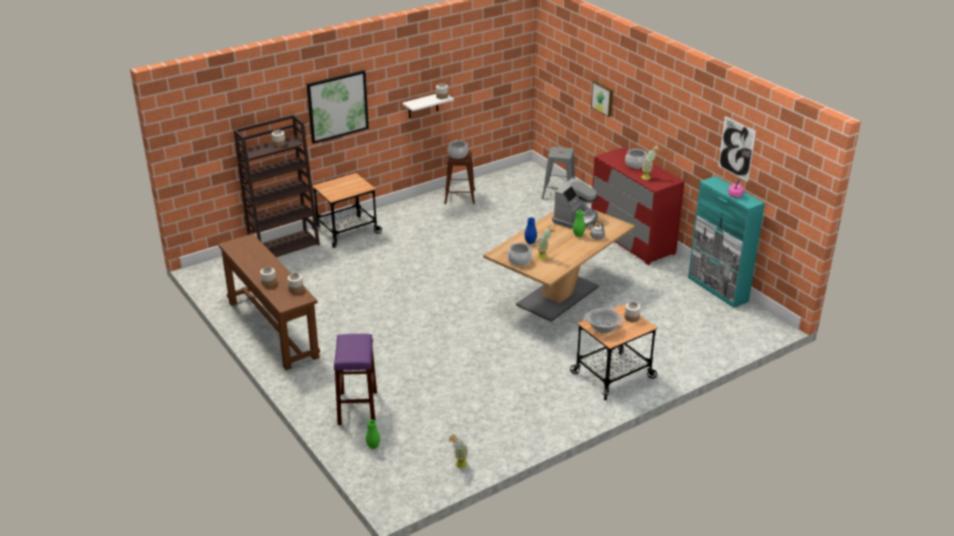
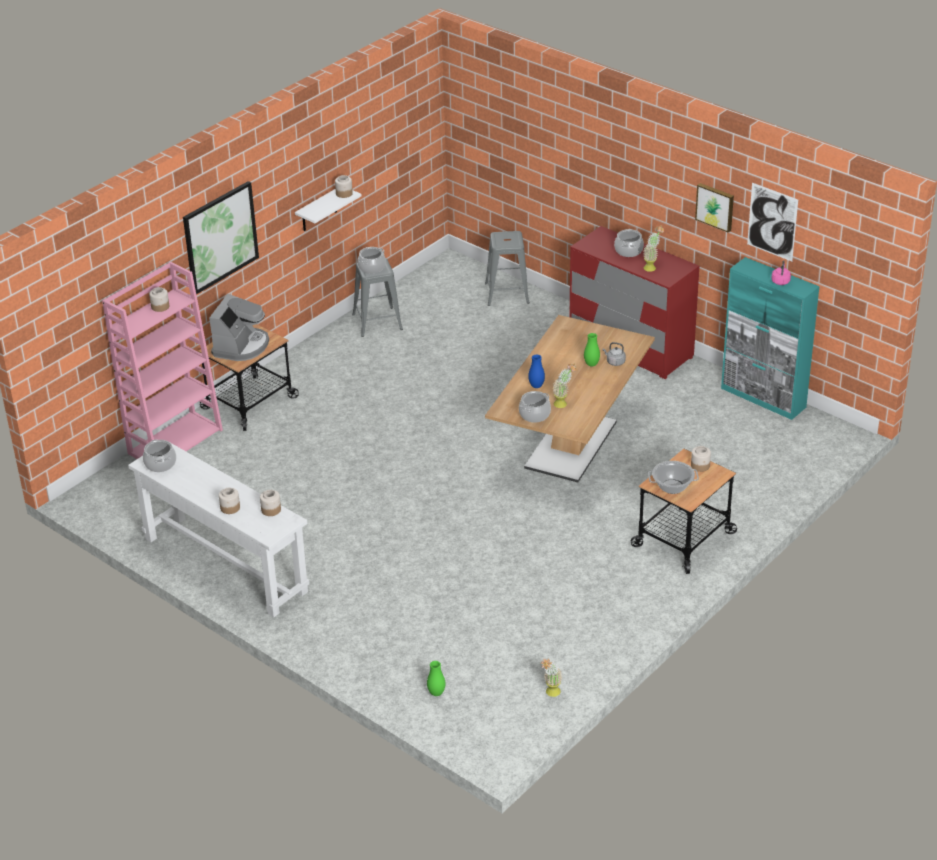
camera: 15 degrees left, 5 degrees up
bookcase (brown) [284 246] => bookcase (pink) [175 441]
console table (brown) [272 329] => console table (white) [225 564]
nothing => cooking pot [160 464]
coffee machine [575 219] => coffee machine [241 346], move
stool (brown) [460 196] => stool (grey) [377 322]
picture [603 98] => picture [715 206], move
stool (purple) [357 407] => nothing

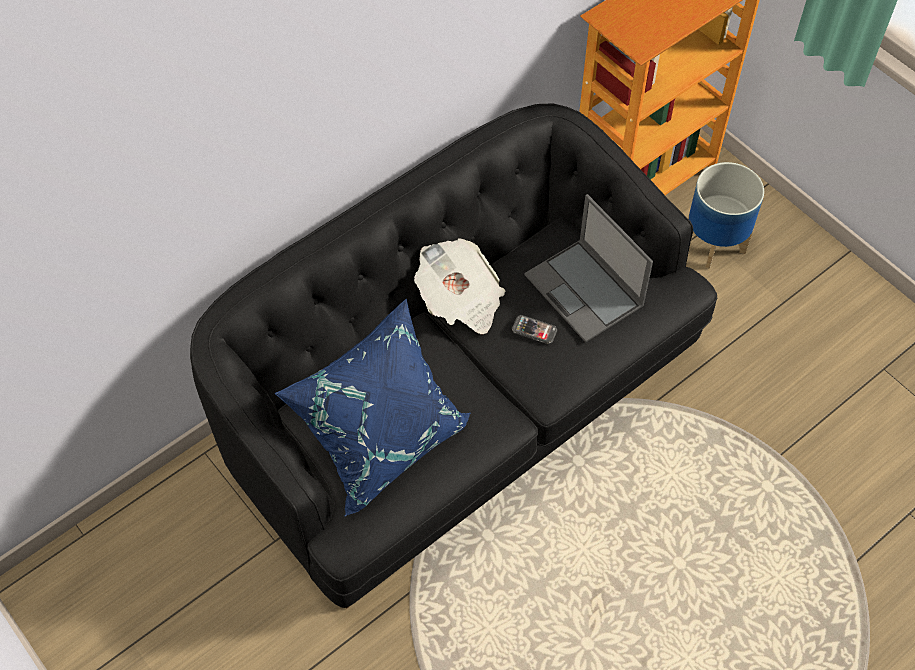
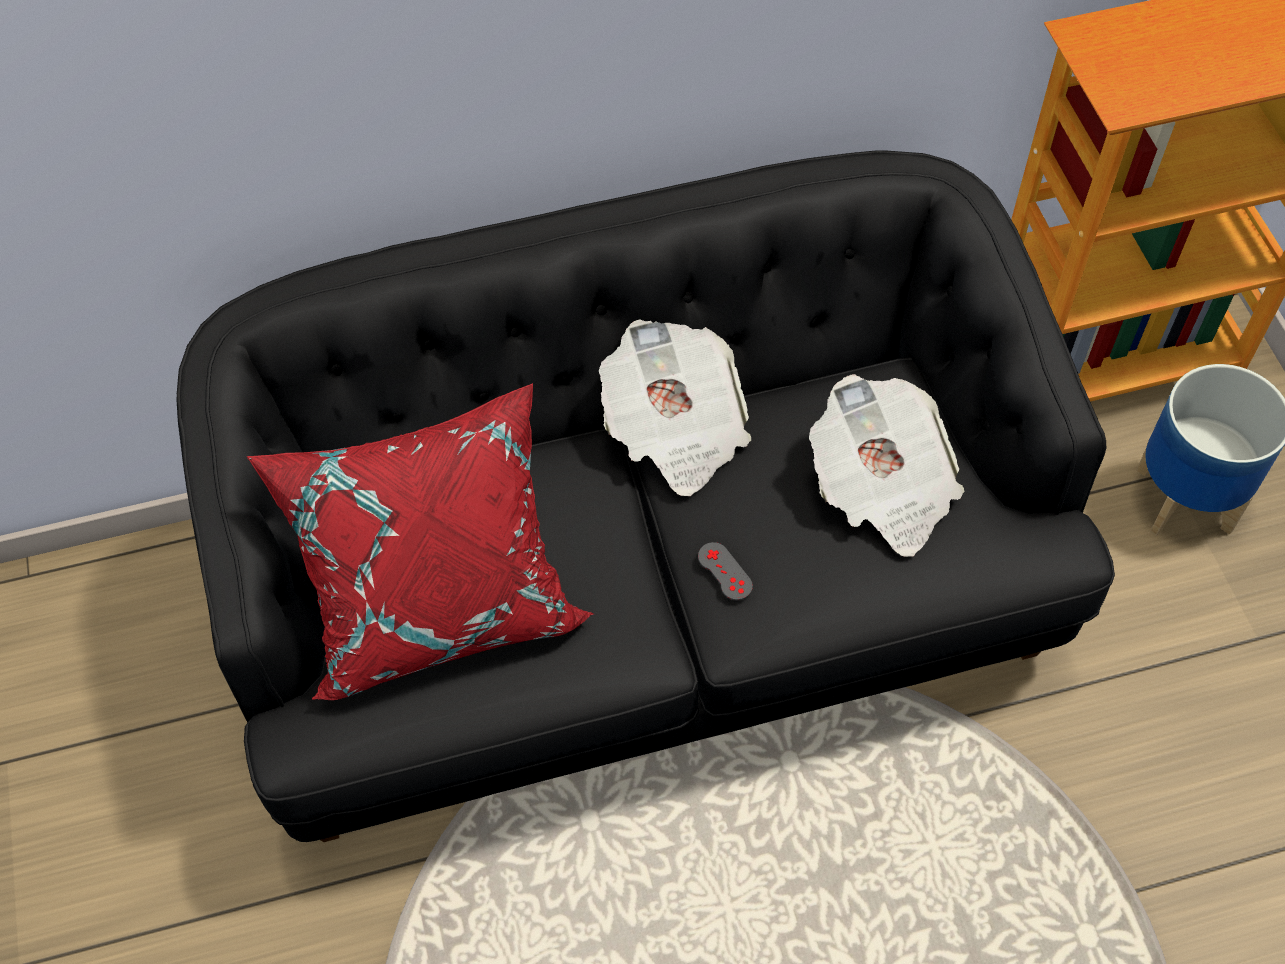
camera: 25 degrees right, 0 degrees up
pillow (blue) [383 439] => pillow (red) [440 602]
nothing => game controller (grey) [725 571]
laptop [585 291] => newspaper [882 488]
phone [534 330] => nothing

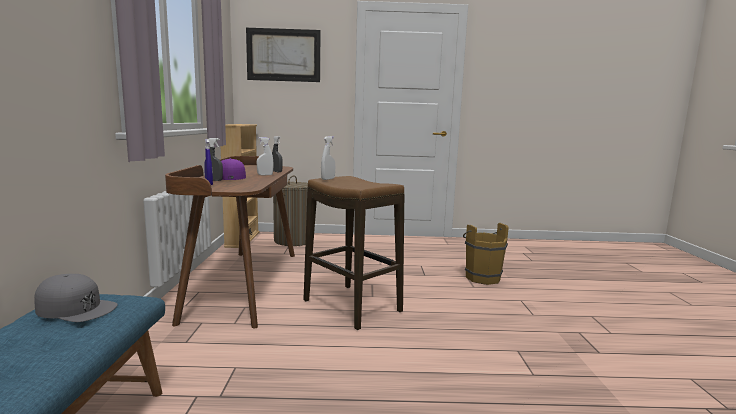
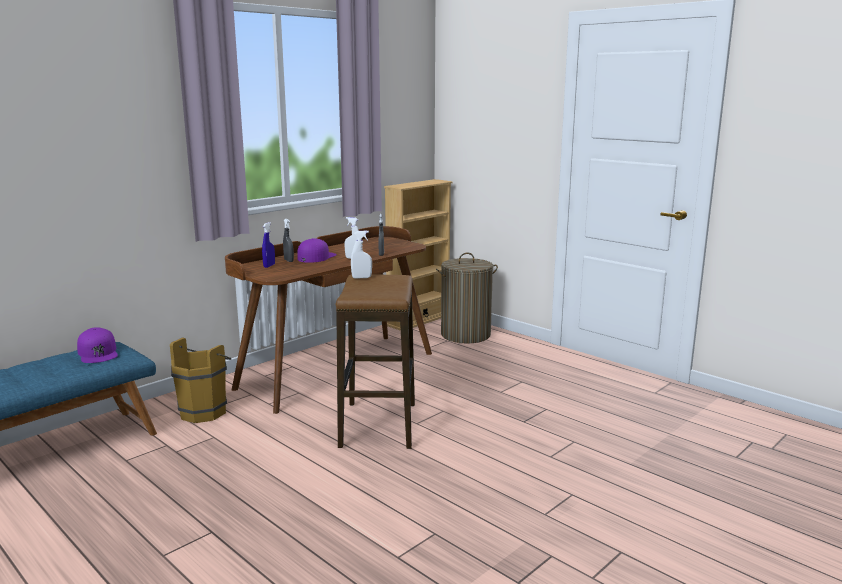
camera: 45 degrees right, 5 degrees up
cap (grey) [76 308] => cap (purple) [98 353]
bucket (brown) [481 277] => bucket (brown) [206 411], move
picture [283 55] => nothing

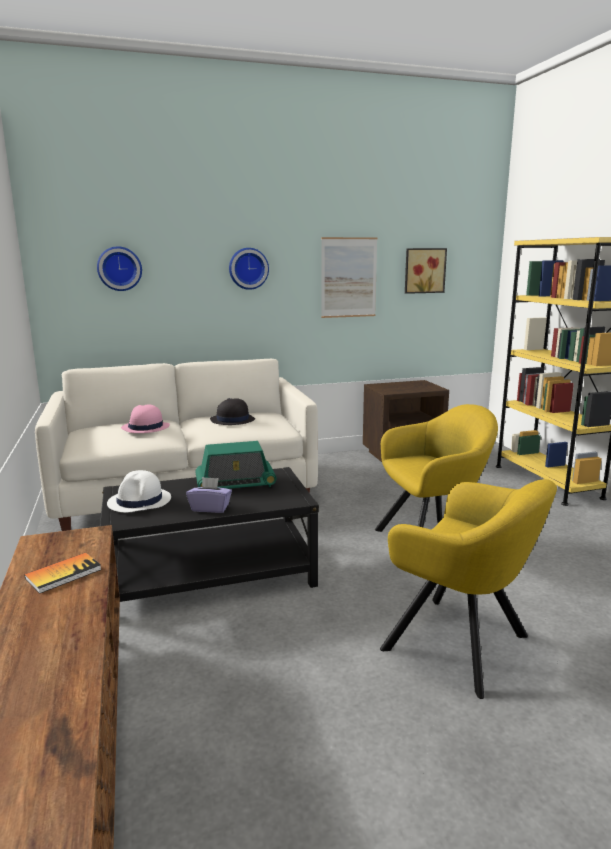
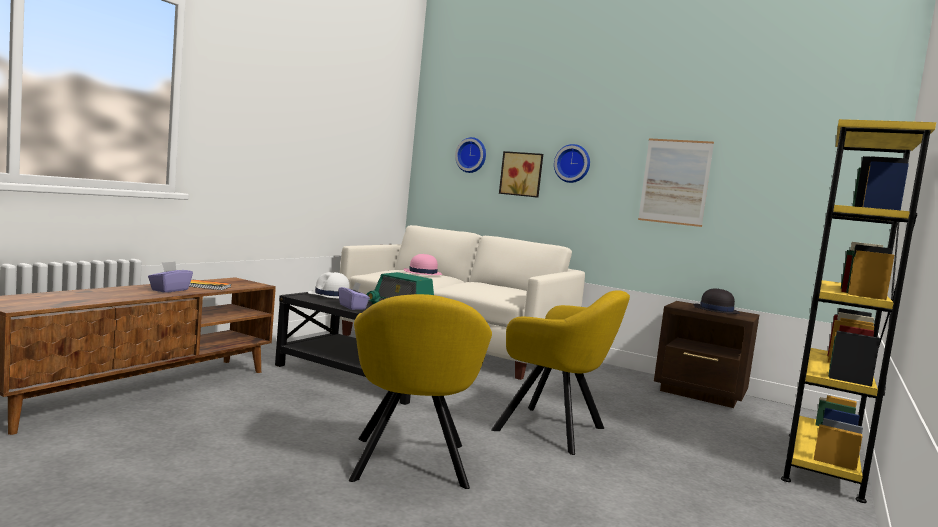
camera: 45 degrees right, 10 degrees down
nothing => tissue box (purple) [169 290]
picture [424 270] => picture [522 174], move
hat (black) [232 420] => hat (black) [716 310], move

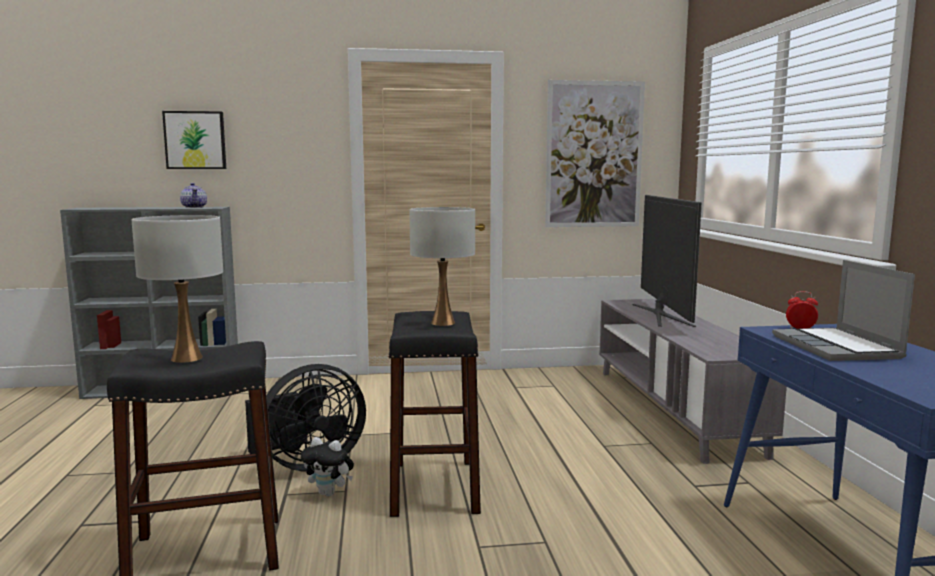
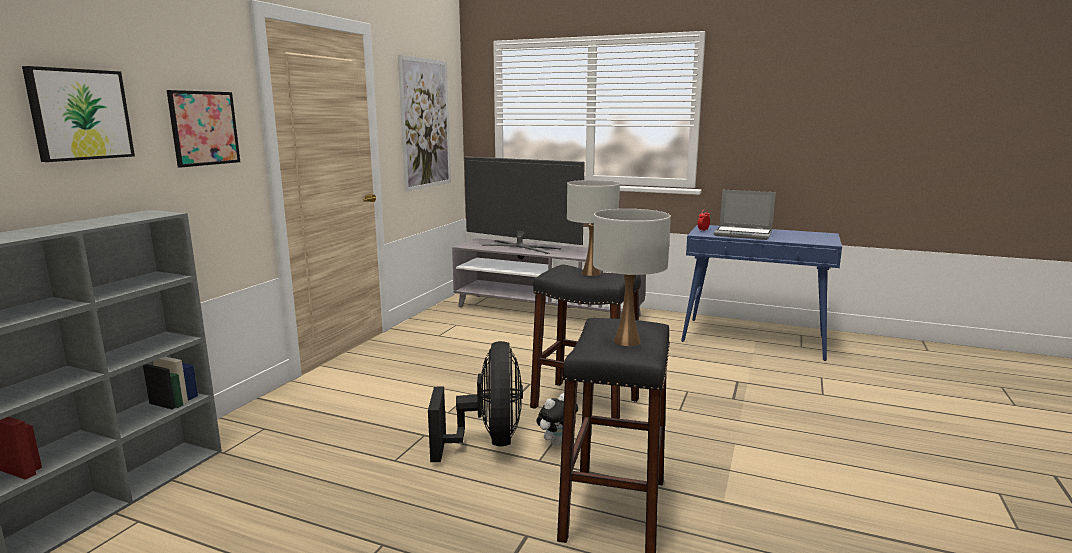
camera: 60 degrees left, 5 degrees up
nothing => picture [204 128]
teapot [194 207] => nothing

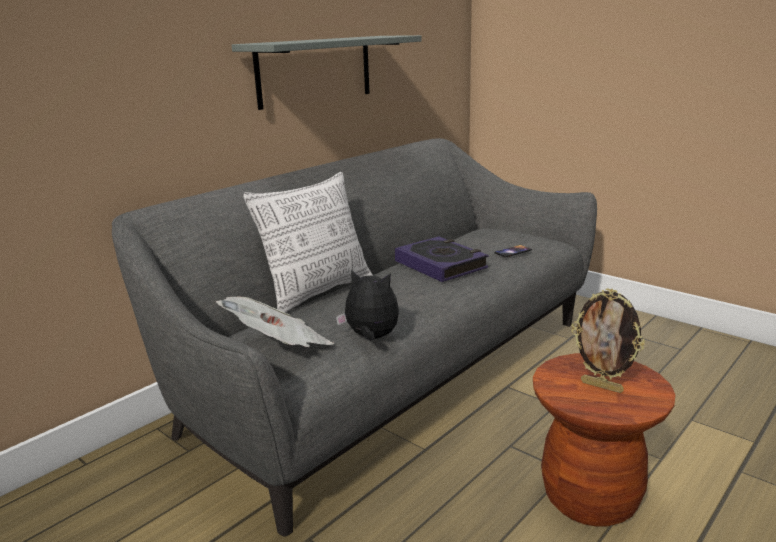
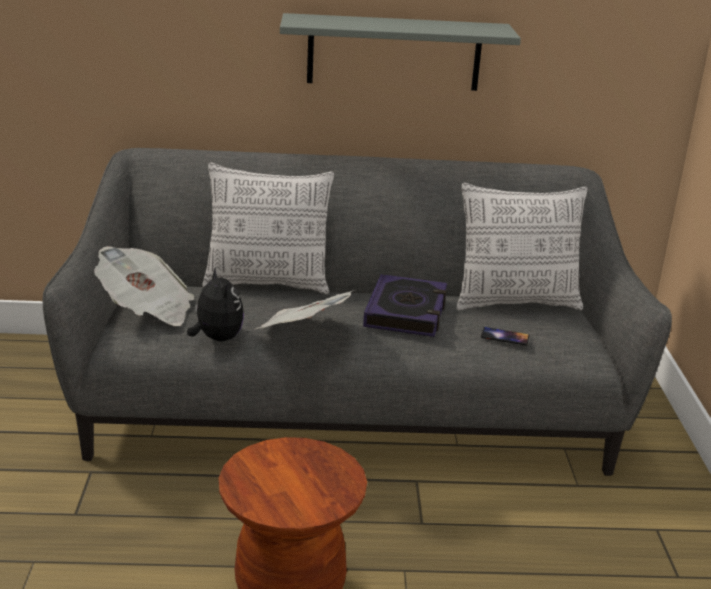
camera: 45 degrees right, 5 degrees up
nothing => newspaper [303 333]
nothing => pillow [515 302]
picture frame [602 386] => nothing

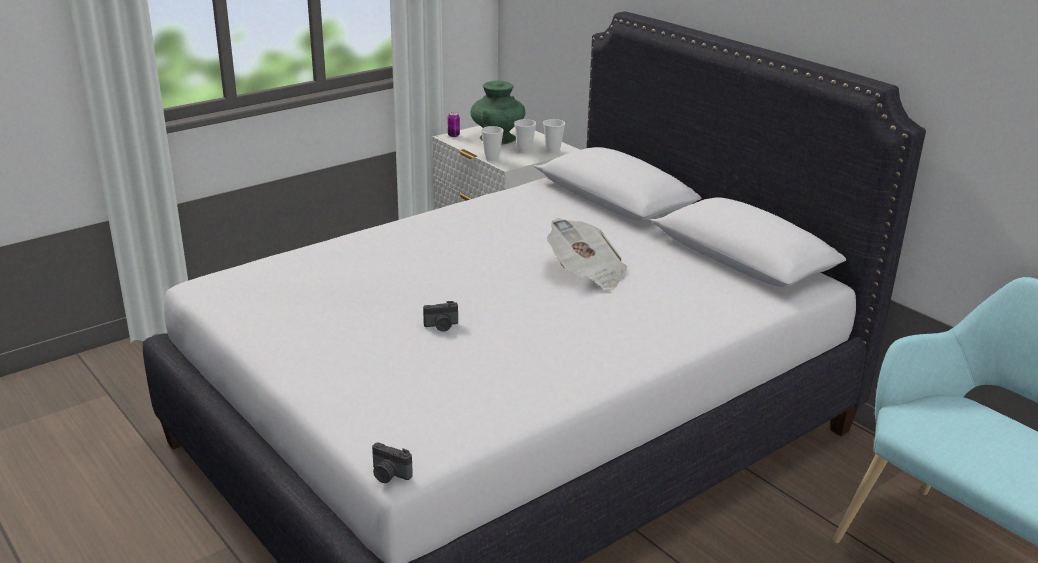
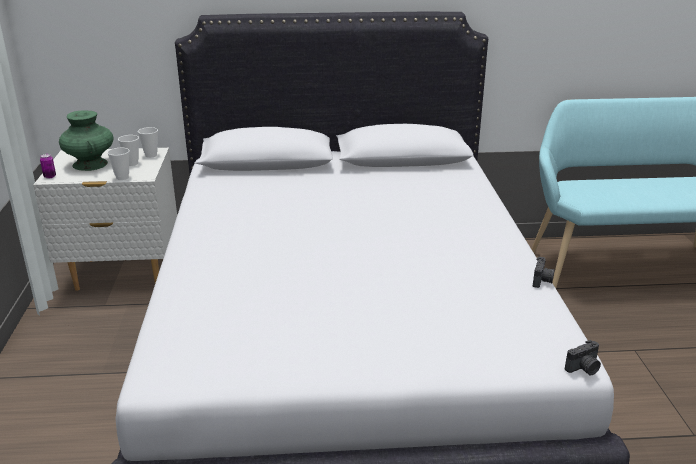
camera: 55 degrees left, 0 degrees up
photo camera [441 326] => photo camera [542 281], move
newspaper [586 274] => nothing

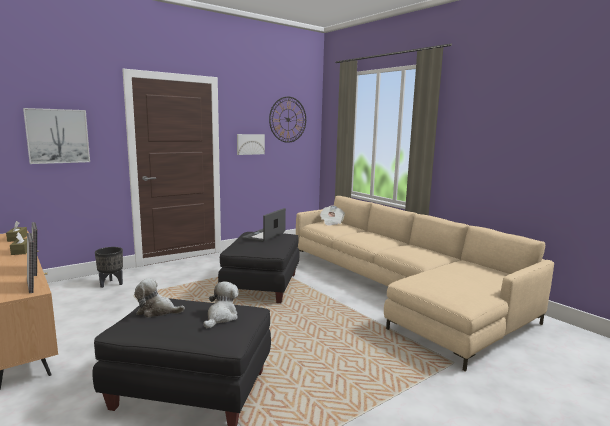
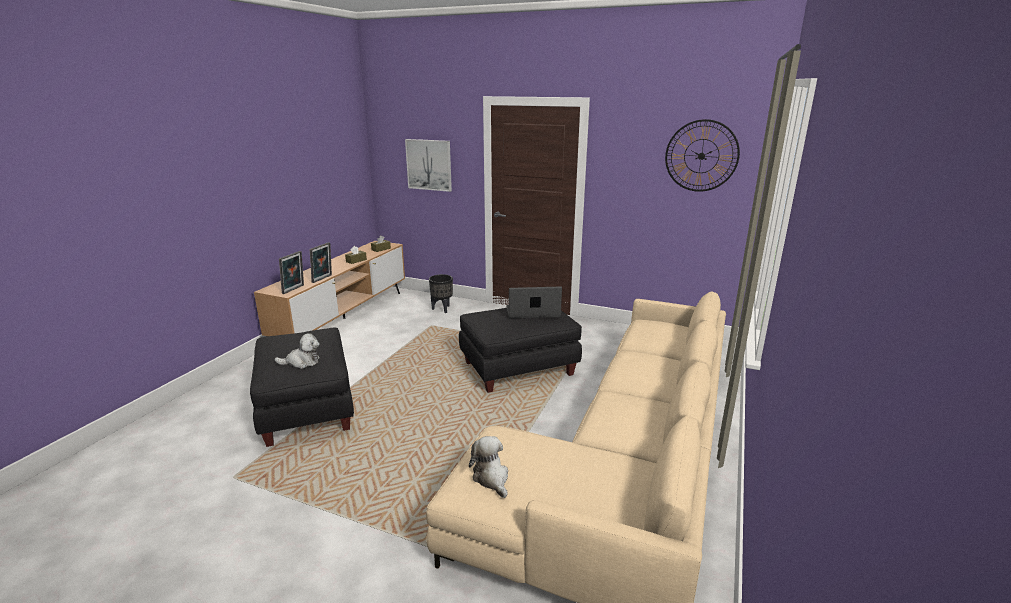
camera: 60 degrees right, 10 degrees up
plush toy [157 311] => plush toy [491 478], move
picture [250 144] => nothing
newspaper [331 222] => nothing

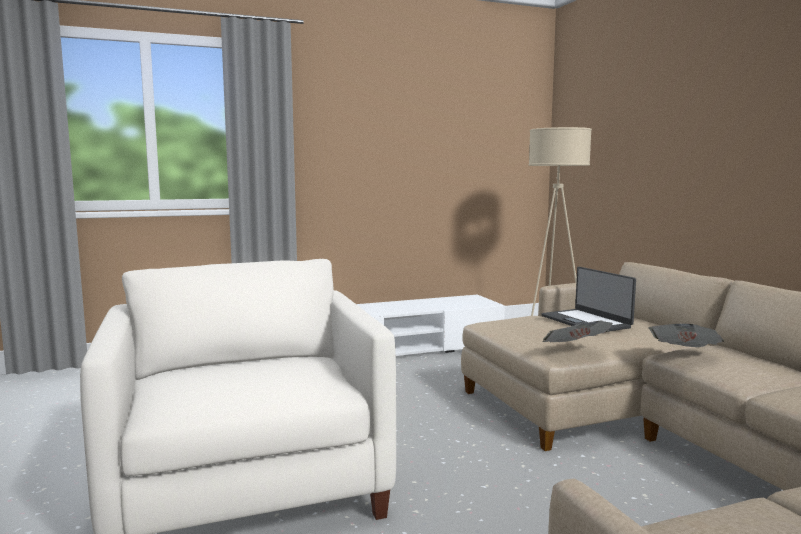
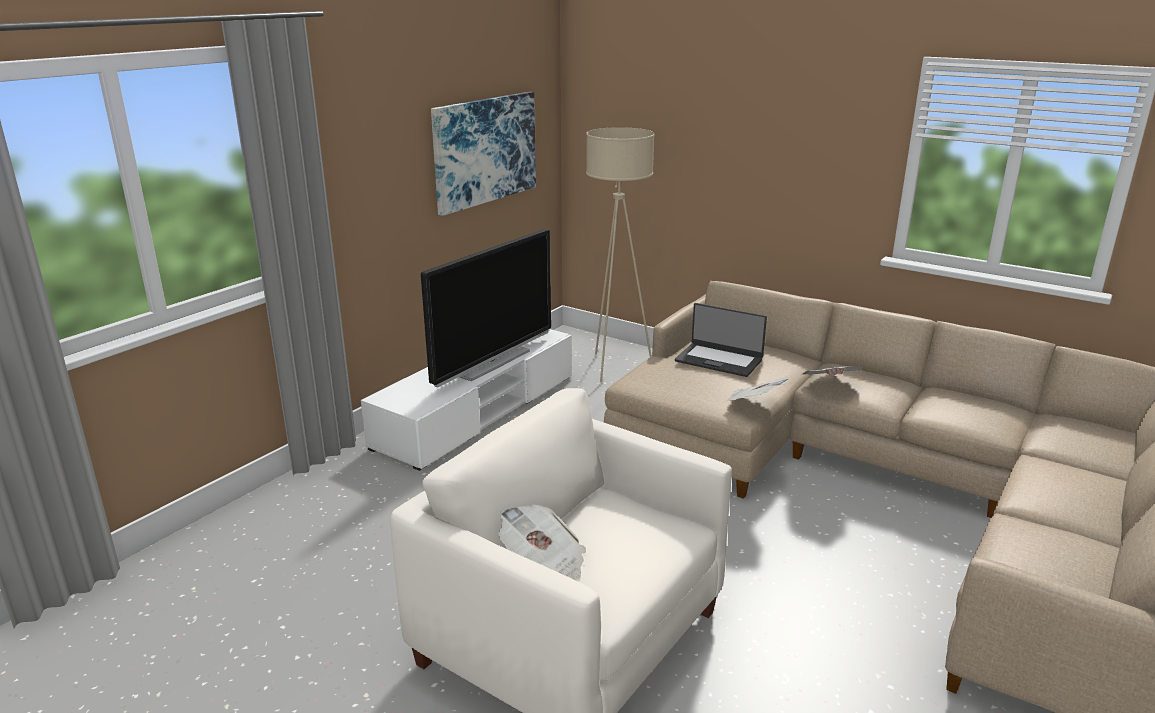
camera: 35 degrees left, 15 degrees up
nothing => television [491 362]
nothing => picture [485 150]
nothing => newspaper [544 563]

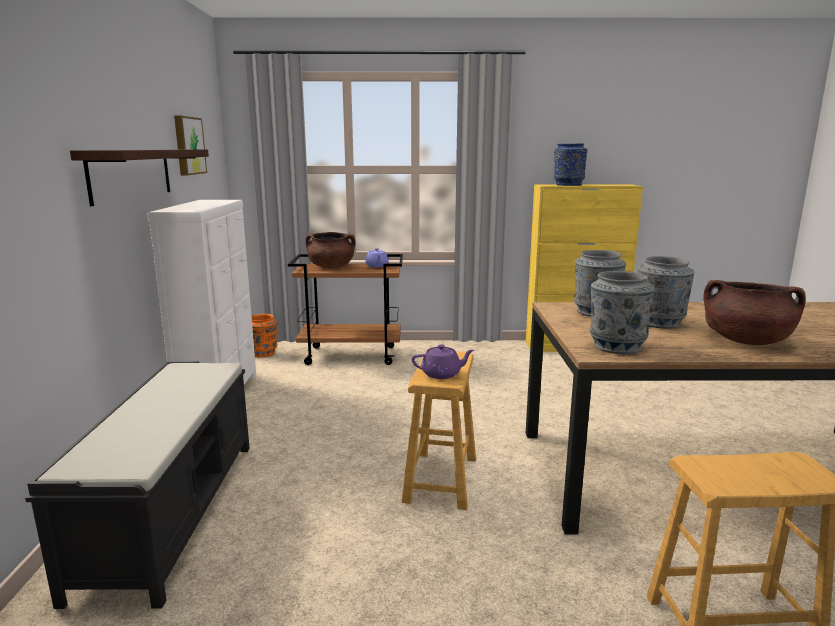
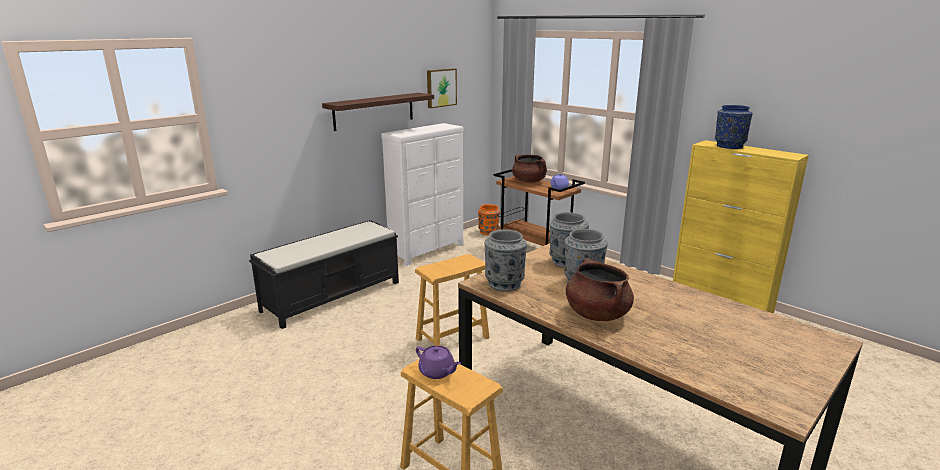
camera: 45 degrees right, 5 degrees up
teapot (purple) [442 374] => teapot (purple) [437 372], move

